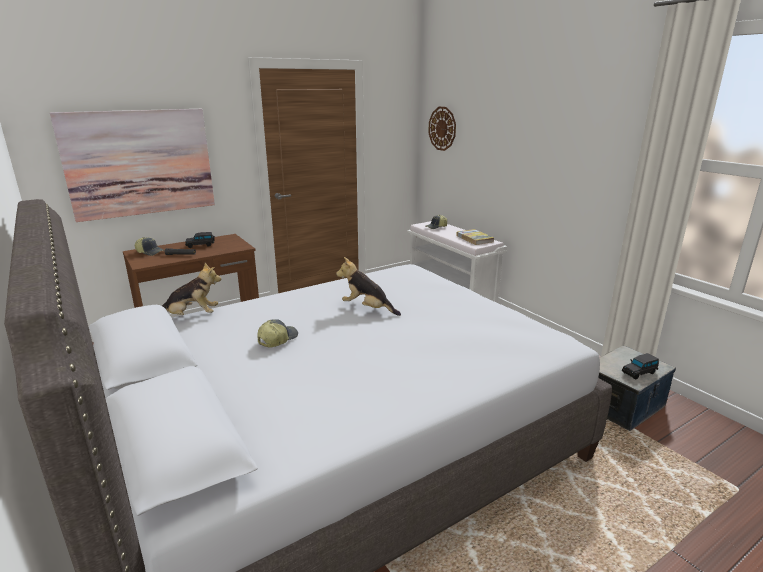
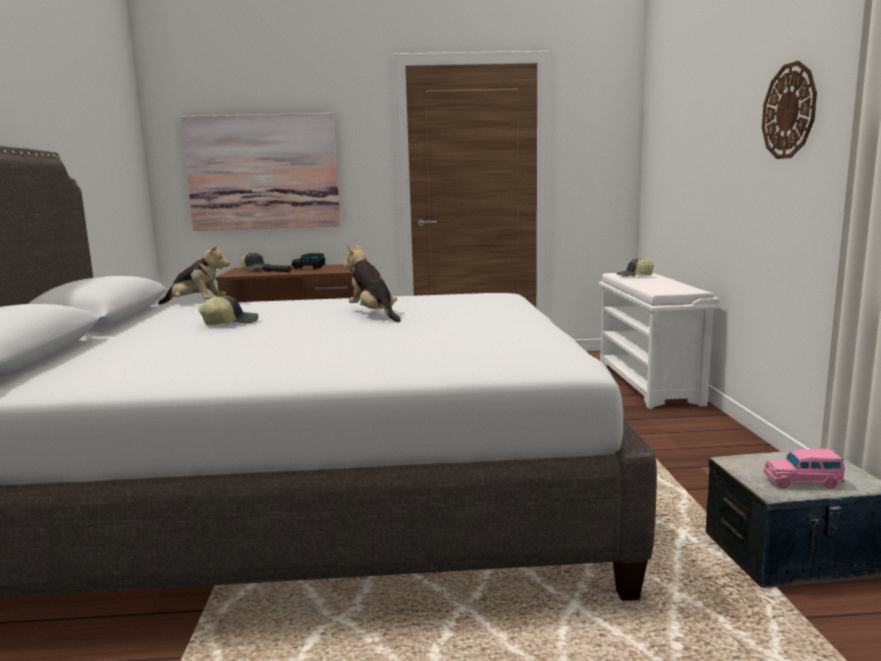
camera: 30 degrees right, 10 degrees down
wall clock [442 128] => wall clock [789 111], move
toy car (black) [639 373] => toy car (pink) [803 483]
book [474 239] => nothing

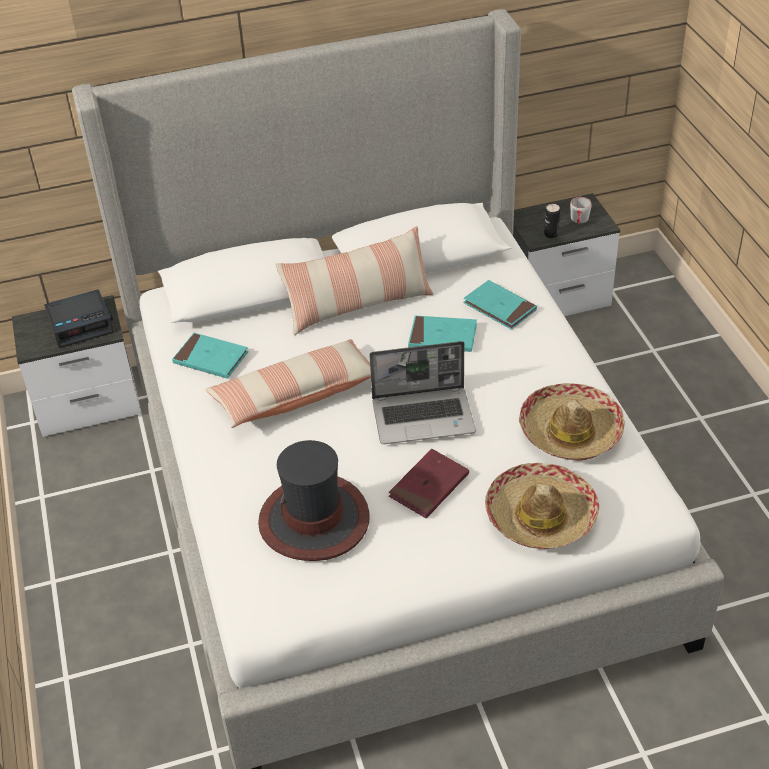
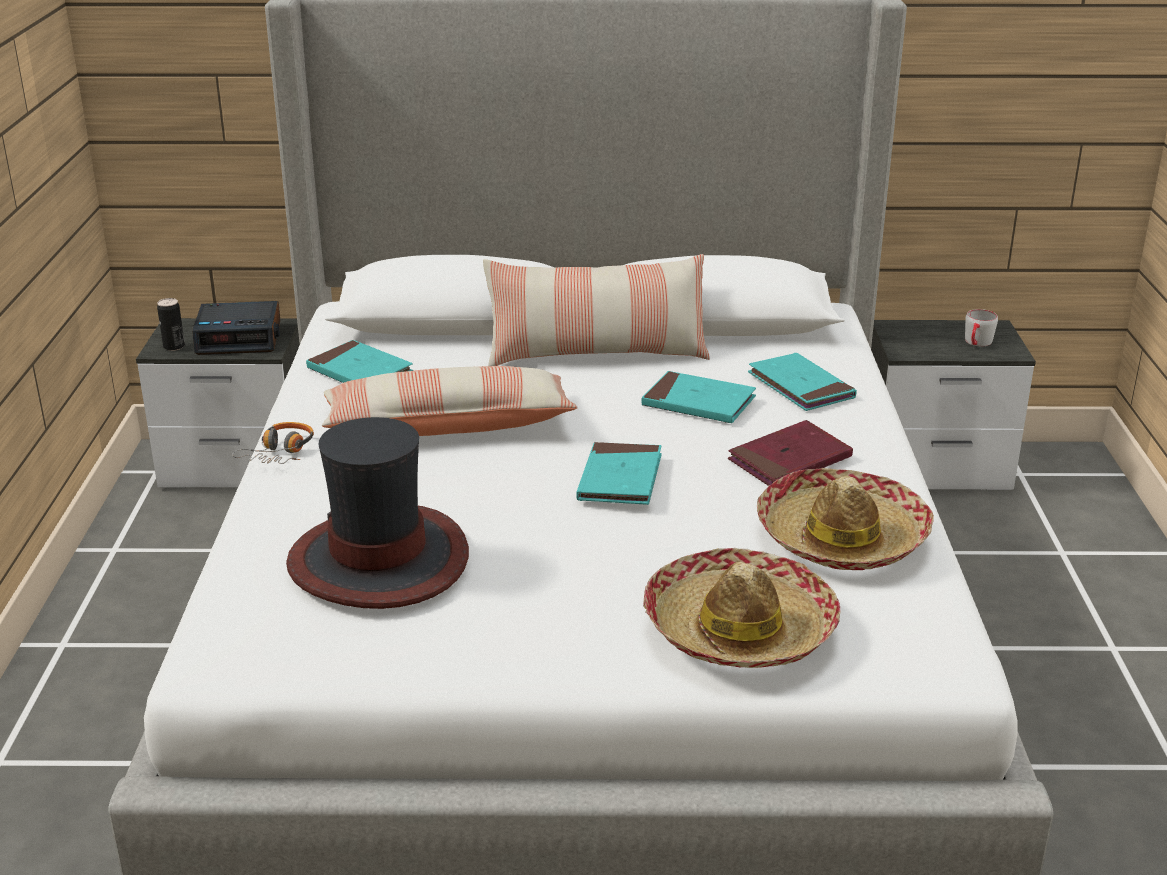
camera: 15 degrees right, 15 degrees down
can [551 234] => can [174 347], move
nothing => headphones [280 453]
laptop [424 416] => book (turquoise) [620 479]
book (red) [429 486] => book (red) [789 460], move

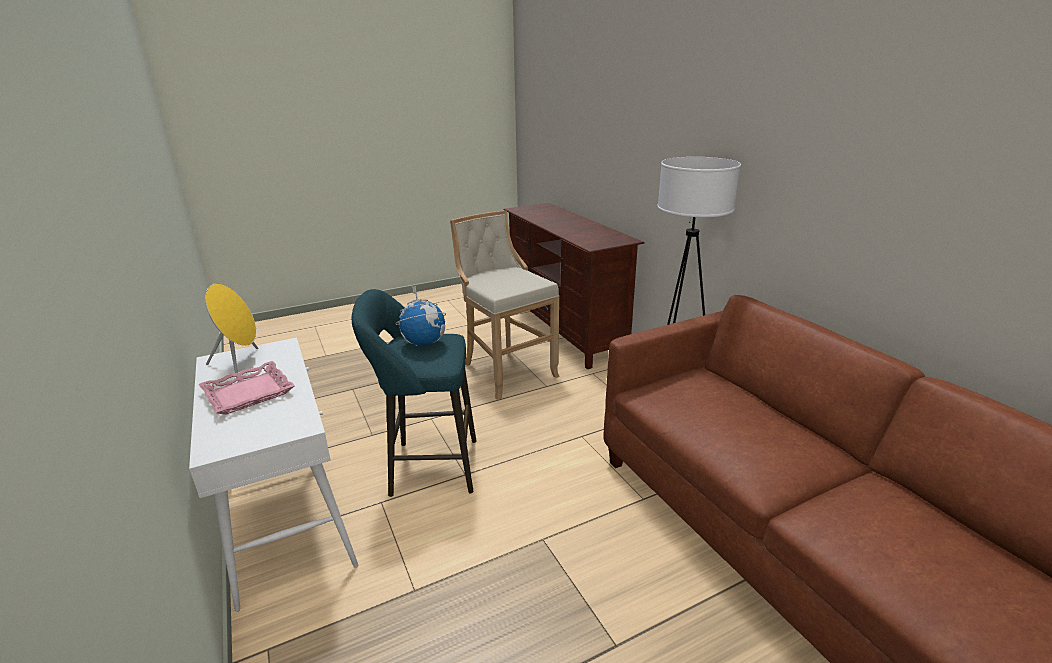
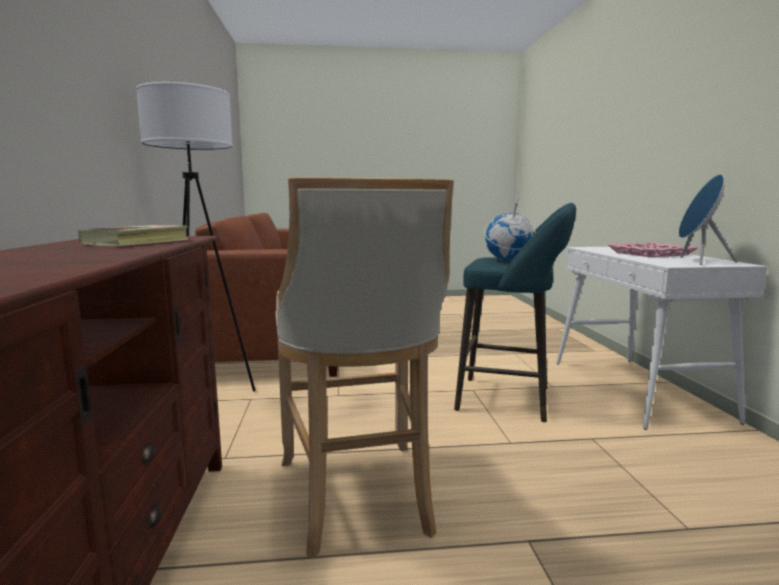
camera: 160 degrees left, 15 degrees down
nothing => book [137 242]
speaker (yellow) [241 362] => speaker (blue) [698 261]

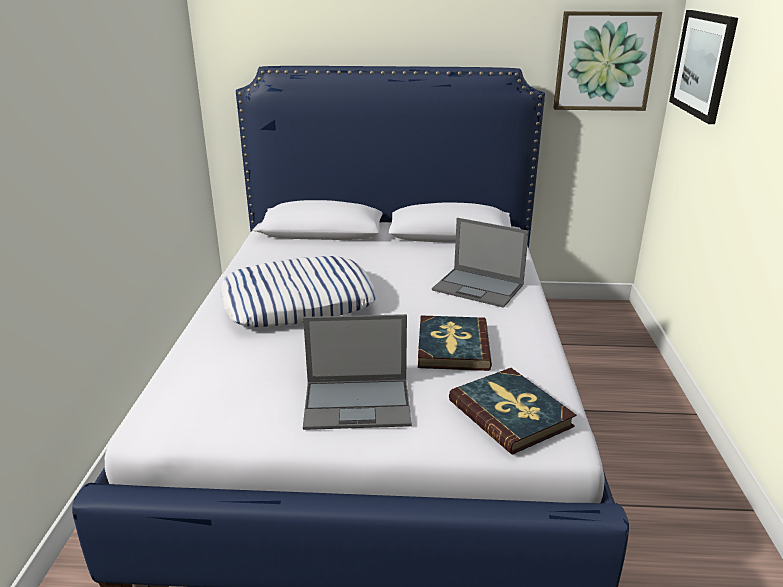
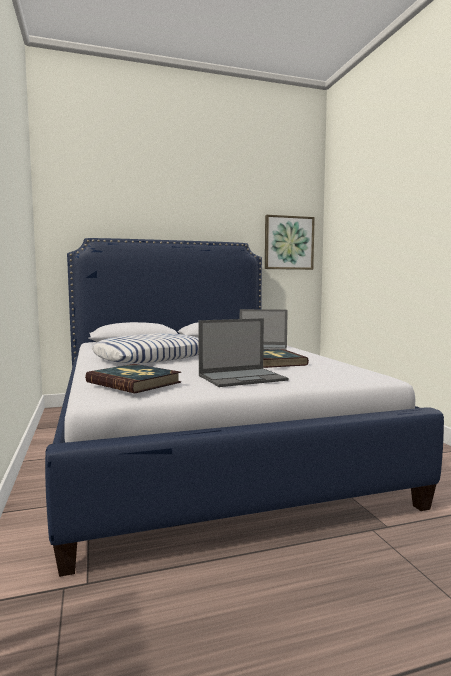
camera: 20 degrees left, 20 degrees down
book [510 413] => book [134 382], move
picture [703 64] => nothing

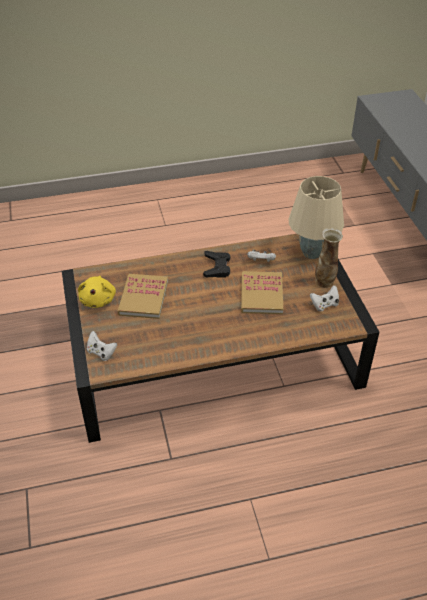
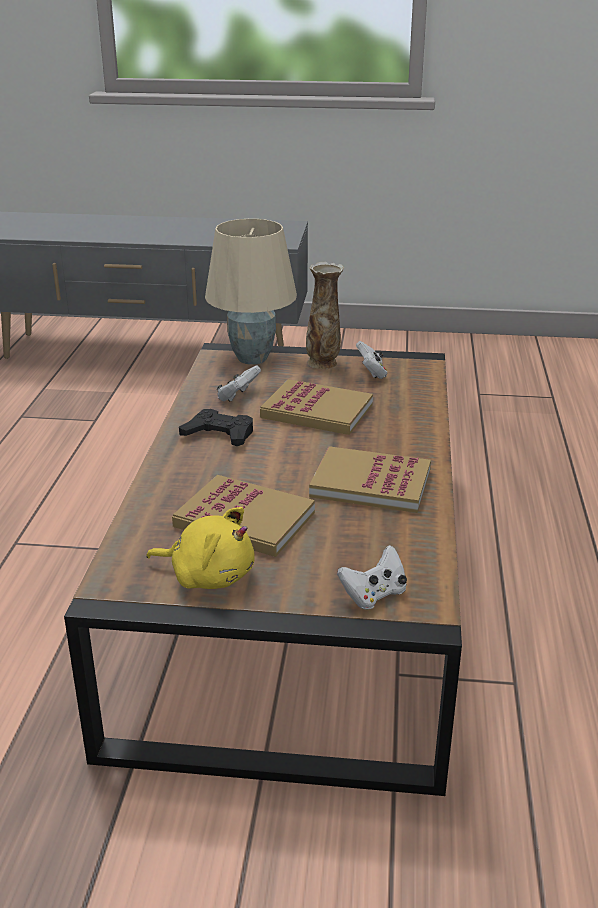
camera: 70 degrees left, 15 degrees down
nothing => book [371 483]

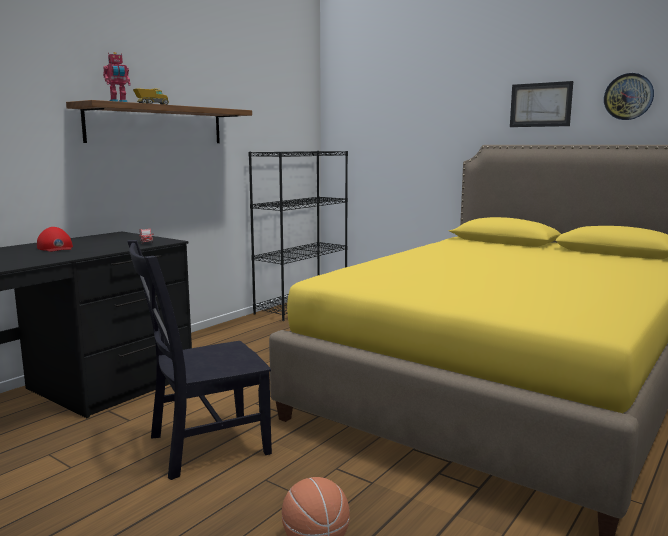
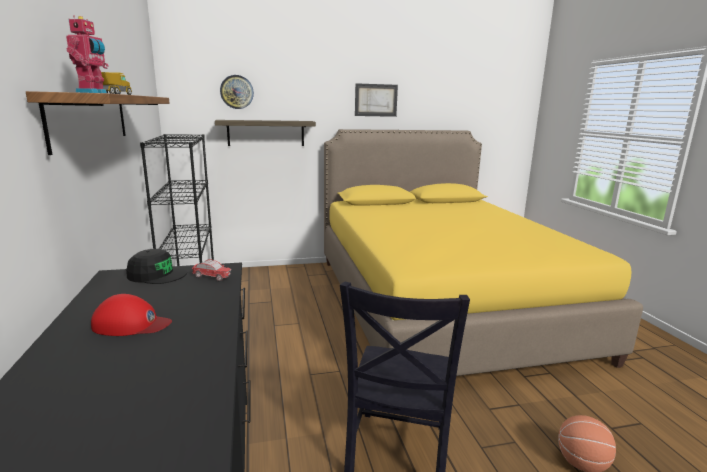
camera: 50 degrees left, 5 degrees up
nothing => cap (black) [157 275]
nothing => shelf [266 133]
wall clock [628 96] => wall clock [237 92], move

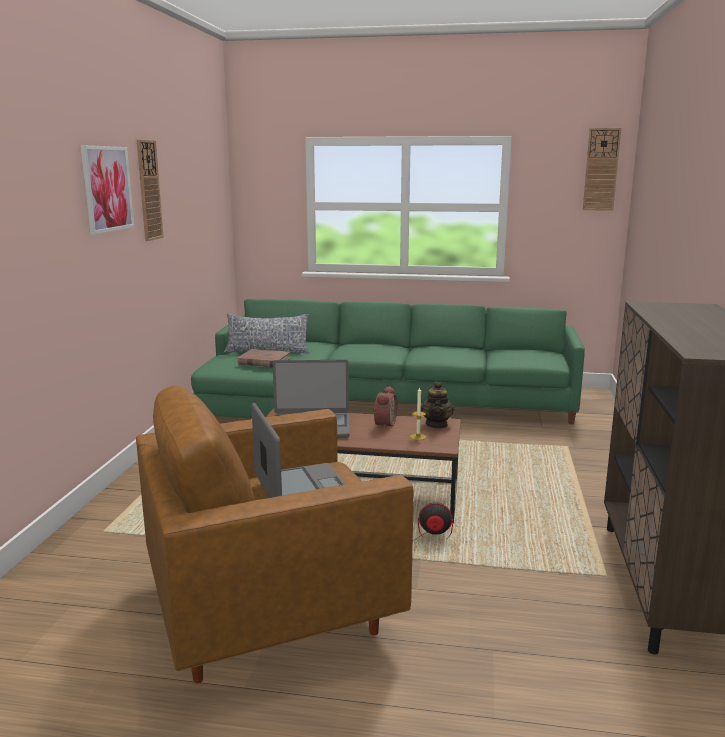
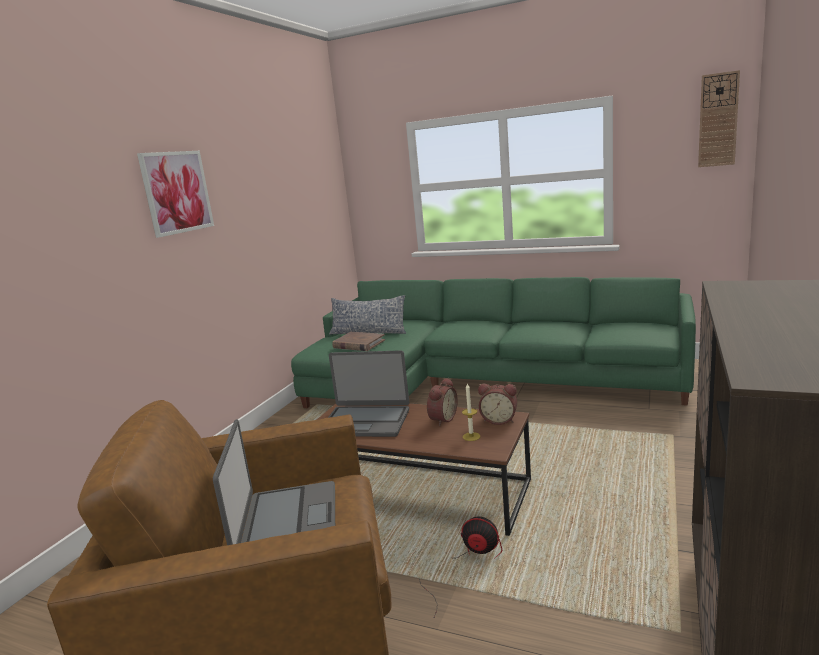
camera: 15 degrees right, 0 degrees up
teapot [437 424] => alarm clock [499 420]
wall clock [149 190] => nothing

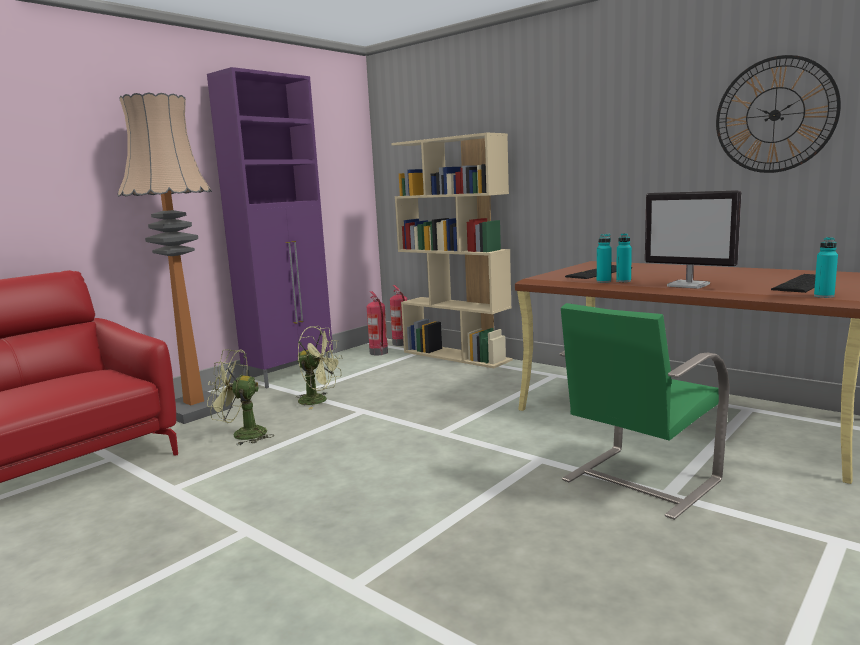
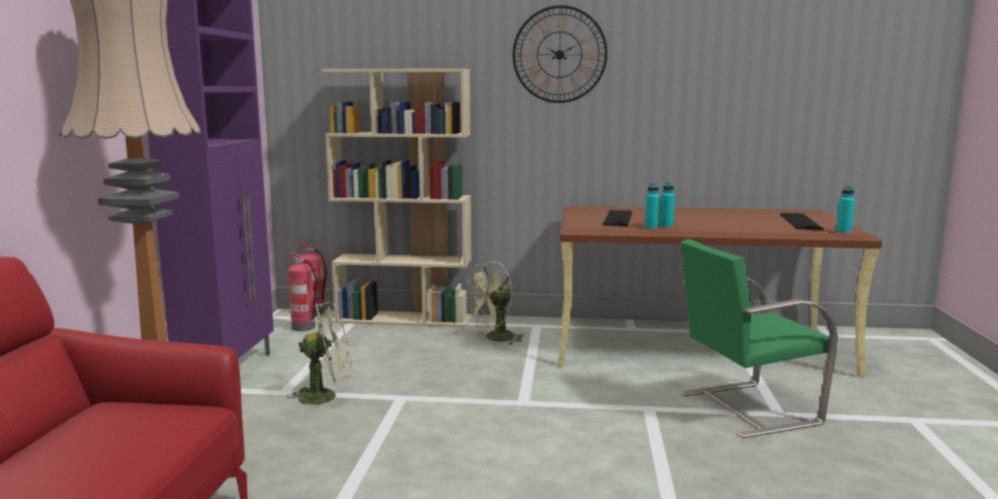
camera: 35 degrees left, 0 degrees up
fan (green) [242 435] => fan (green) [495 339], move
wall clock [775 115] => wall clock [559 54], move
chair (green) [638 481] => chair (green) [745 408], 60 degrees clockwise
monitor [689 285] => nothing

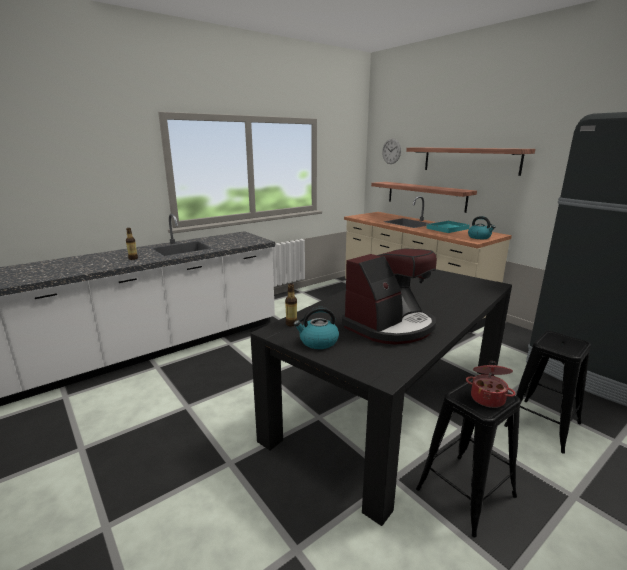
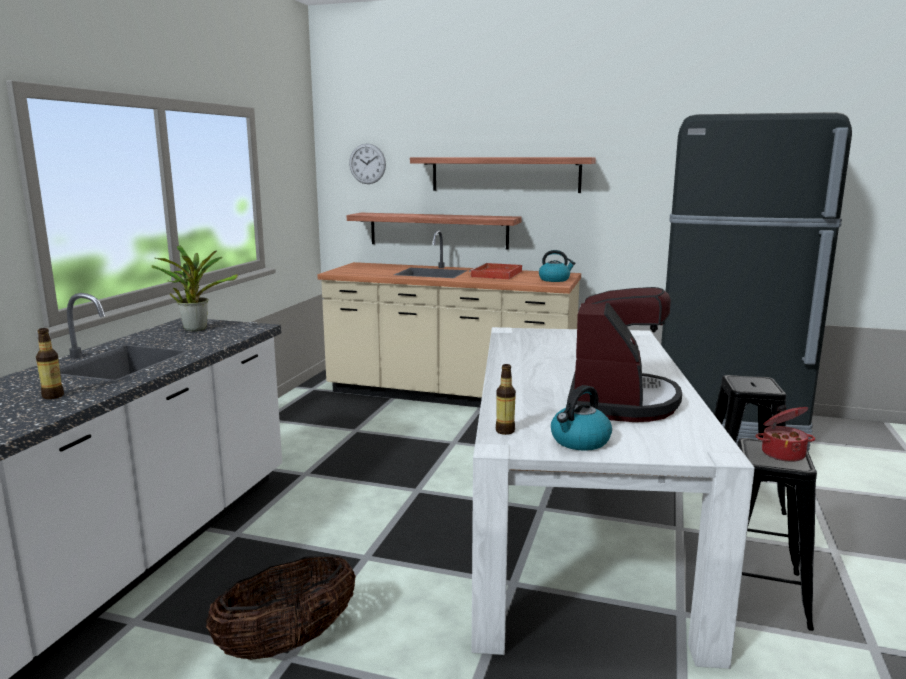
camera: 35 degrees left, 5 degrees down
nothing => potted plant [195 328]
nothing => basket [287 643]
tray (turquoise) [447 228] => tray (red) [496 274]
dining table (black) [392 402] => dining table (white) [577 528]

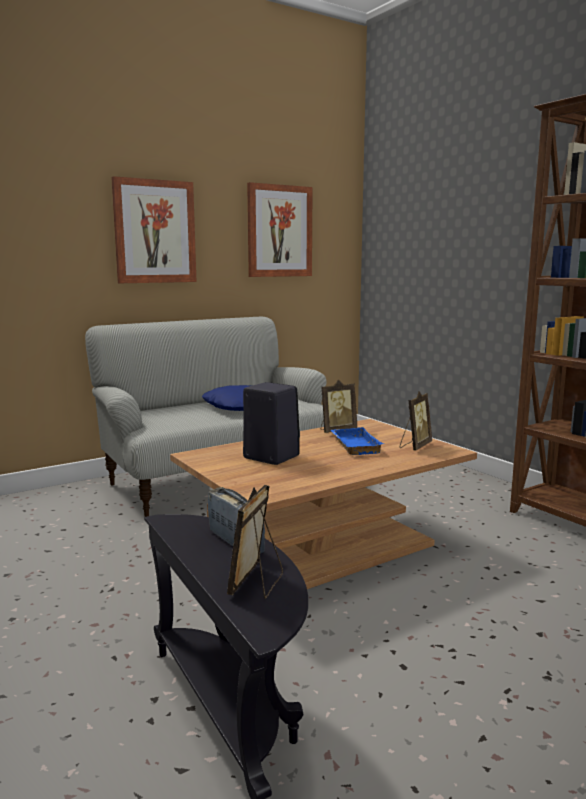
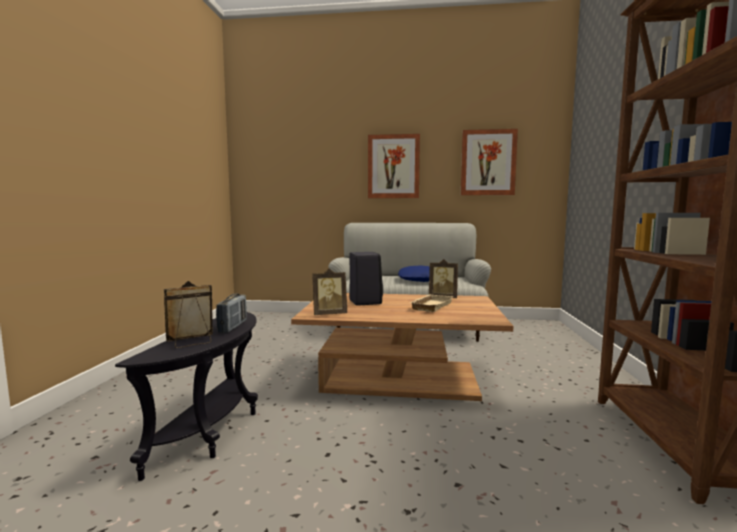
camera: 40 degrees right, 5 degrees down
picture frame [415 446] => picture frame [329 314], move
tray (blue) [353 445] => tray (beige) [430 306]

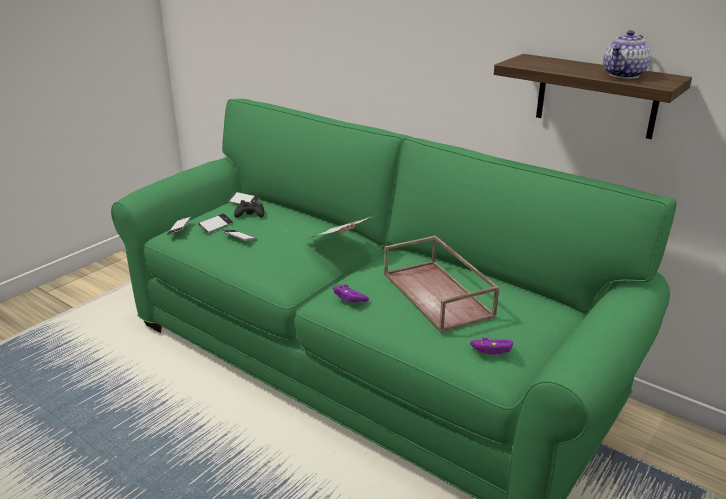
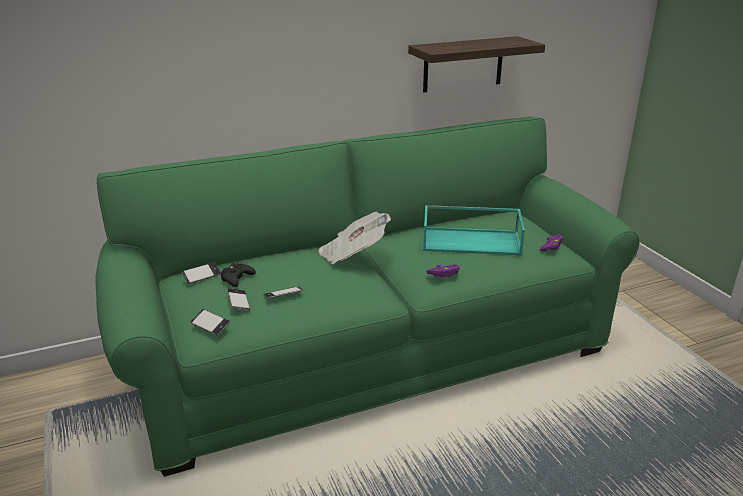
camera: 60 degrees left, 0 degrees up
tray (brown) [439 295] => tray (turquoise) [472 241]
teapot [624 75] => nothing

